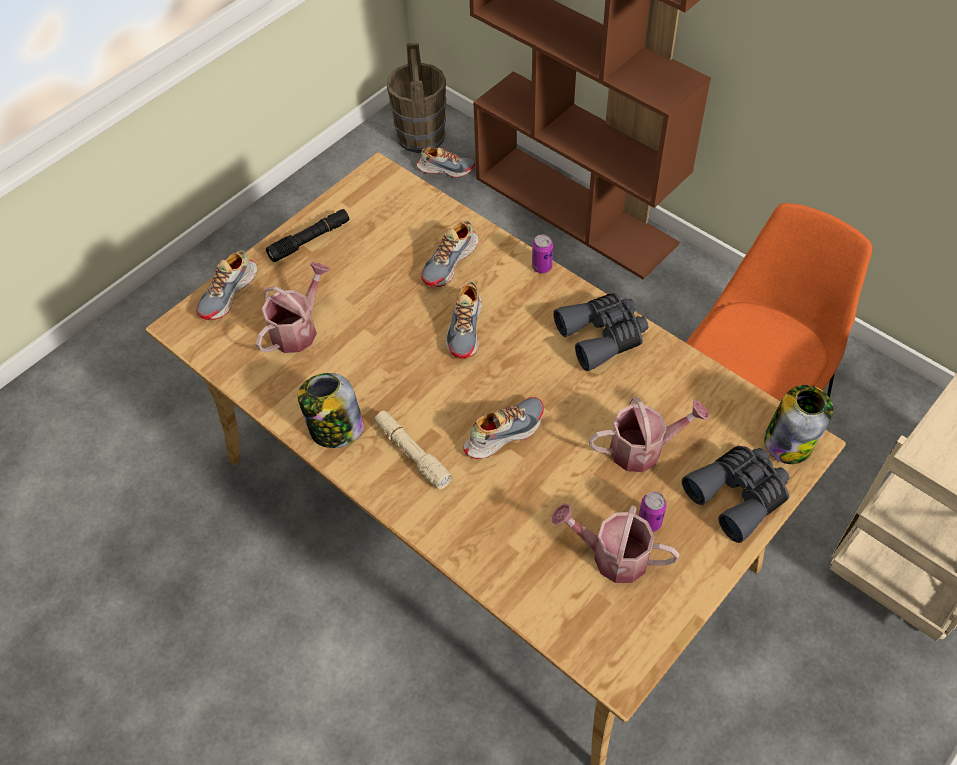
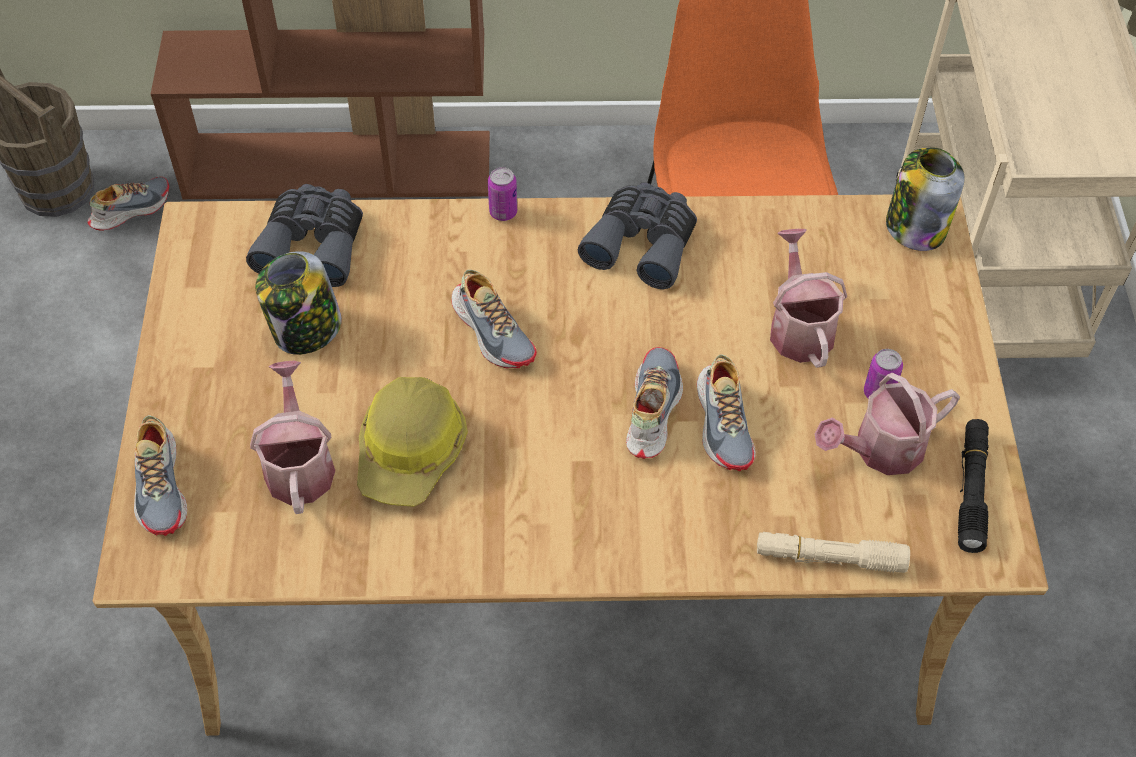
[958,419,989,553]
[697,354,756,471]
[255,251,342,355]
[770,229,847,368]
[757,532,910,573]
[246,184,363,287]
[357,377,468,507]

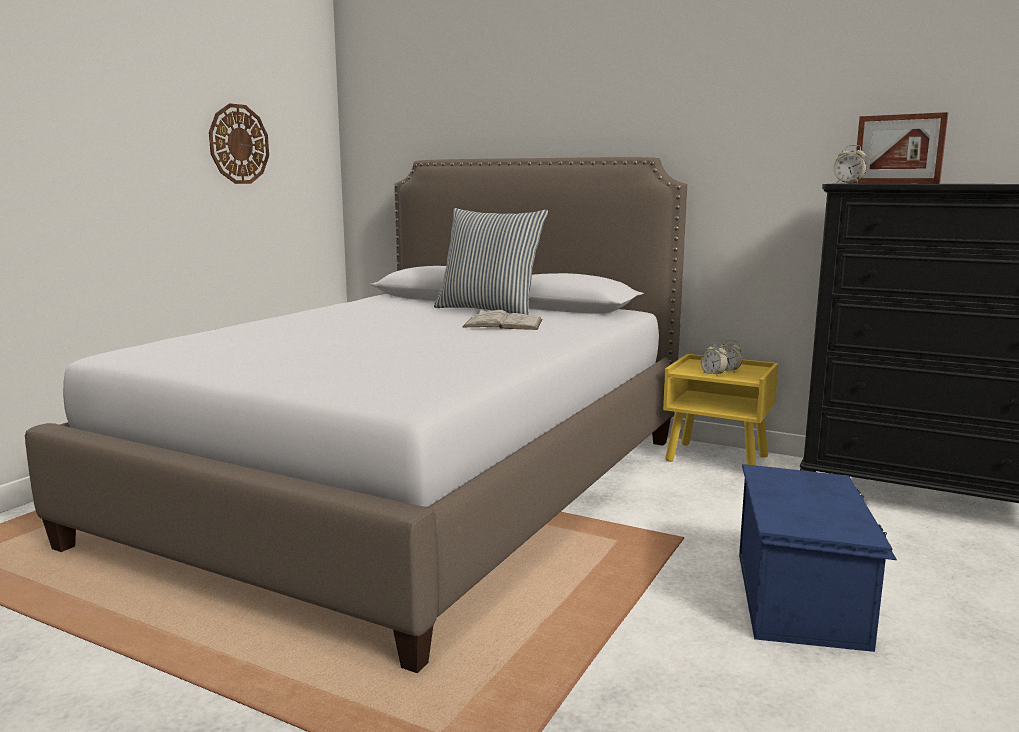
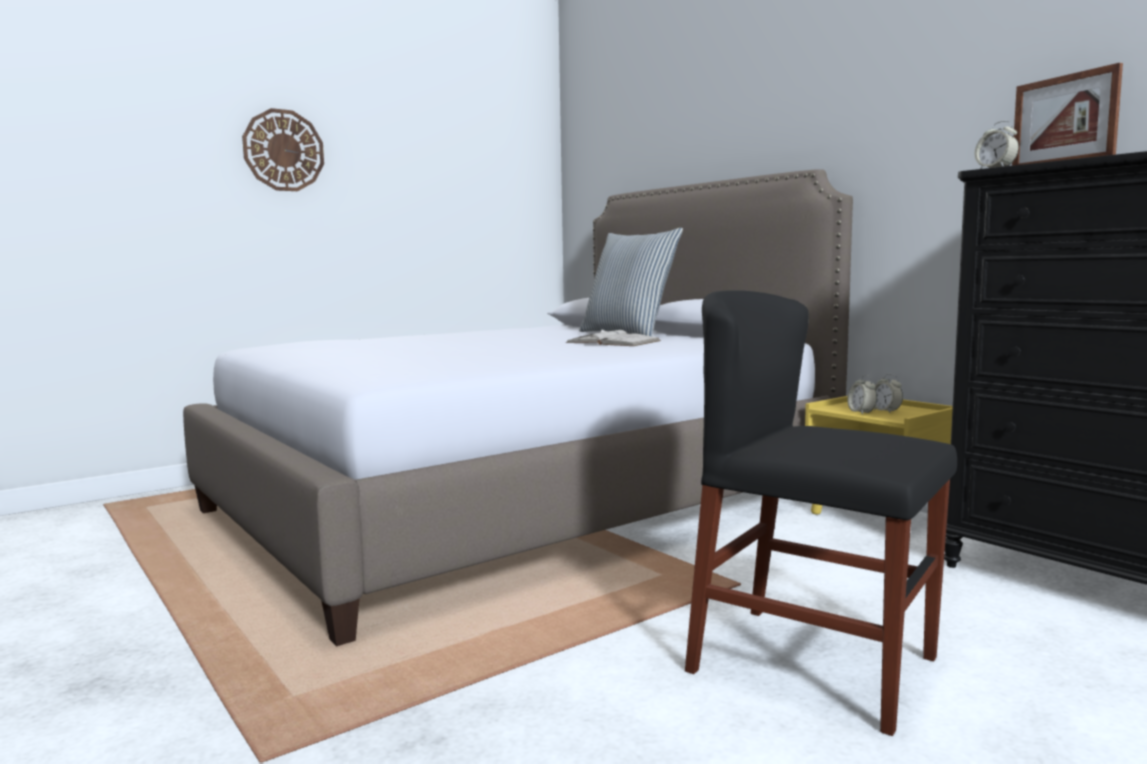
[242,108,324,191]
[685,290,957,736]

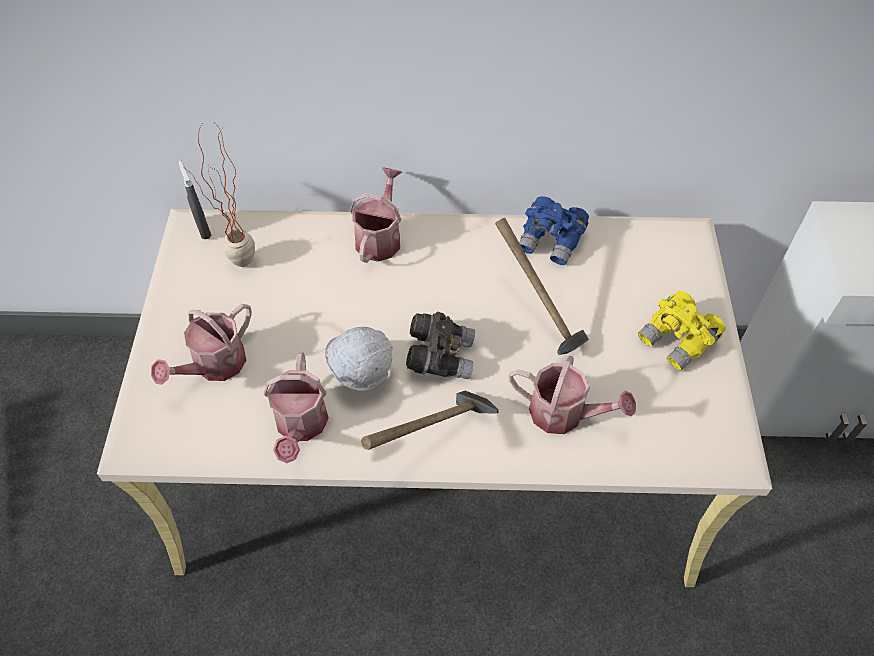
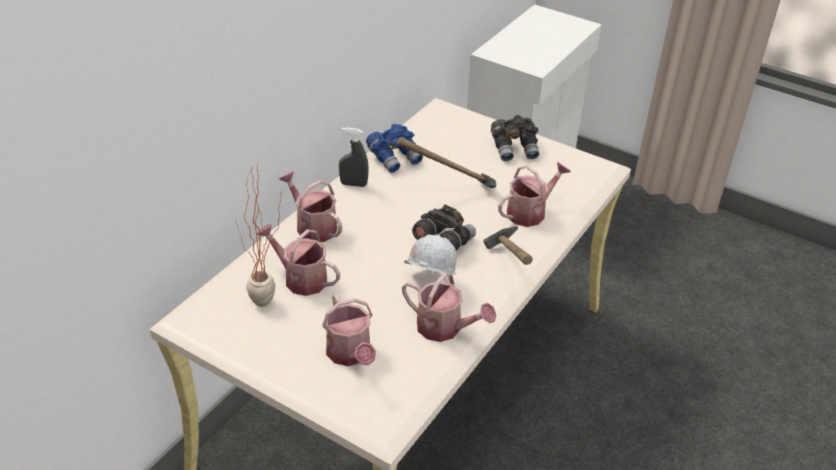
[339,127,369,187]
[491,115,539,161]
[257,224,340,296]

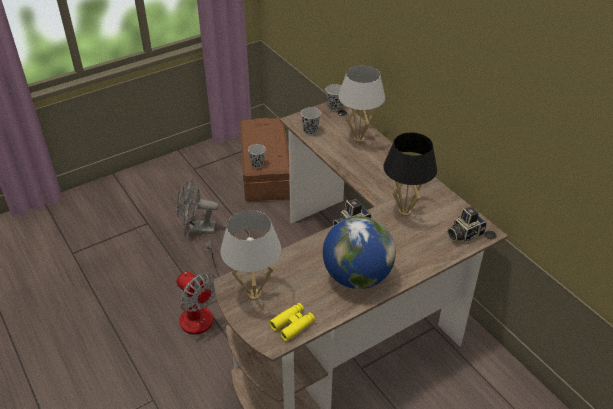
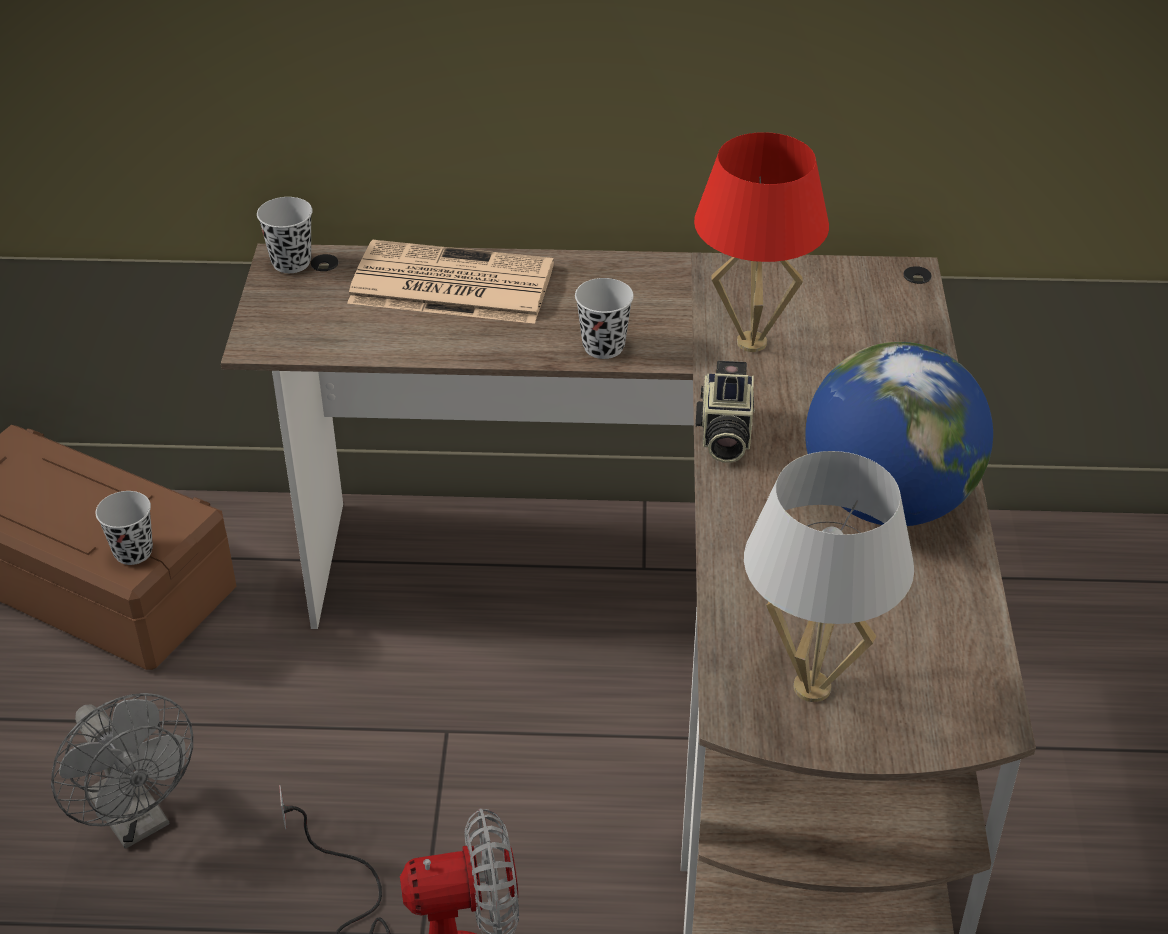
[347,240,554,324]
[575,278,634,359]
[694,132,829,352]
[51,693,193,849]
[447,207,487,243] (first image)
[269,303,315,341] (first image)

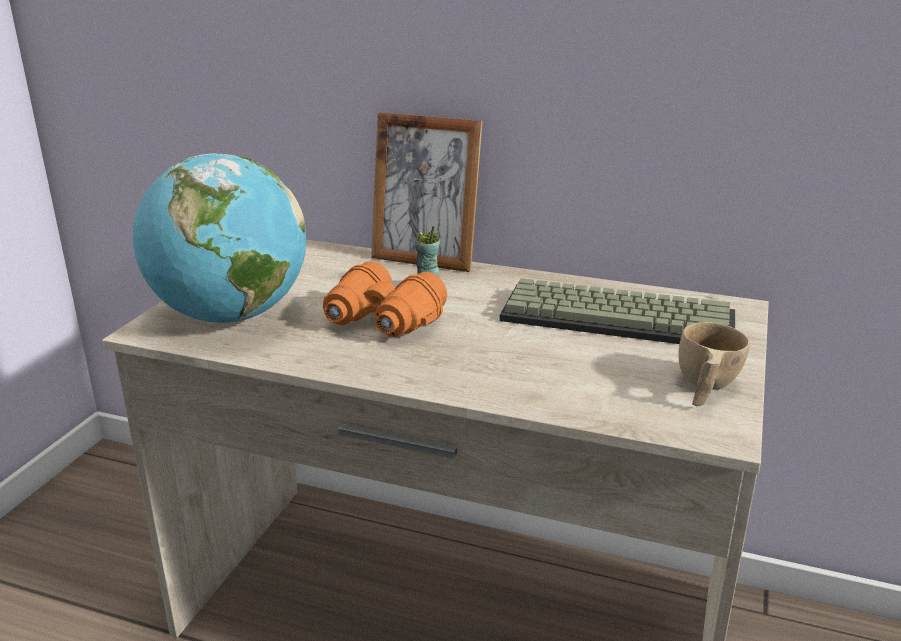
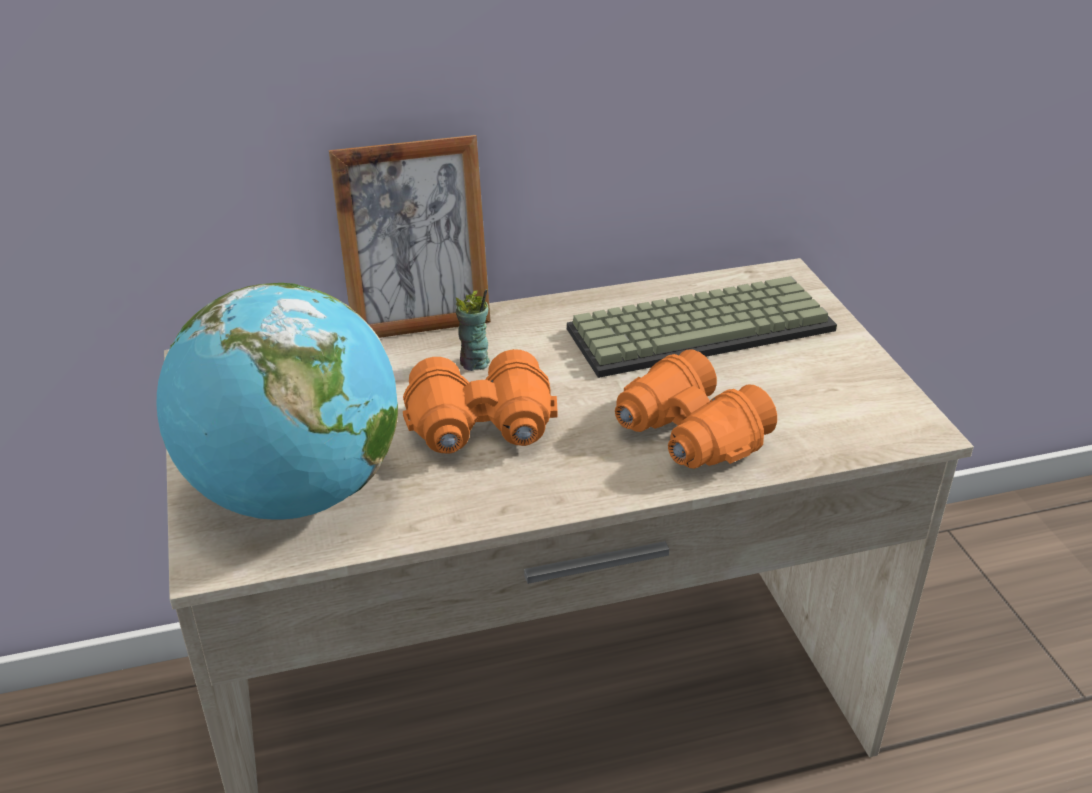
[678,322,750,406] (first image)
[615,350,777,469]

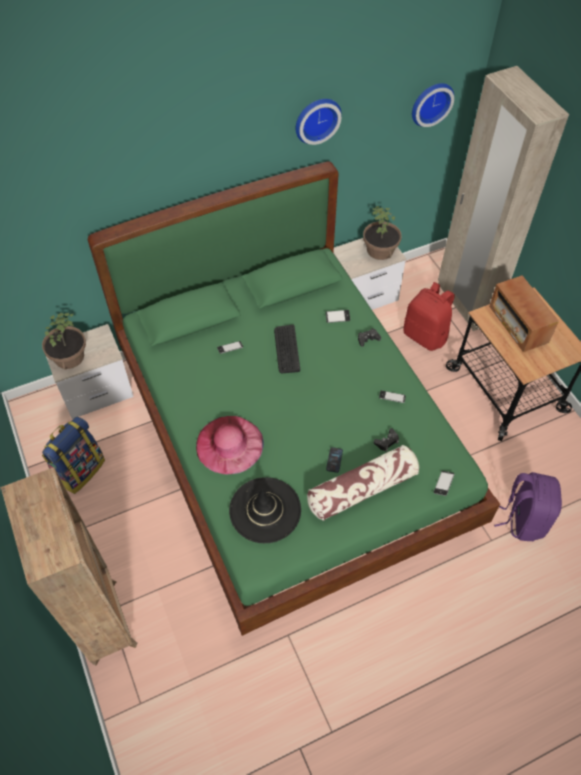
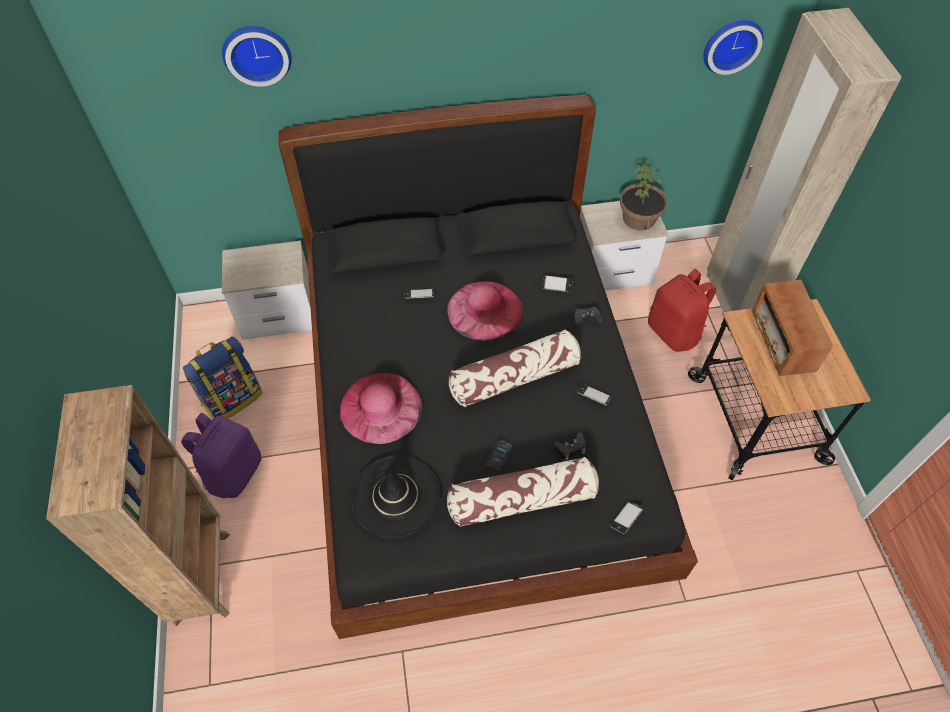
[222,26,292,87]
[278,95,698,639]
[42,313,86,370] (first image)
[447,281,523,341]
[181,413,261,498]
[449,330,581,407]

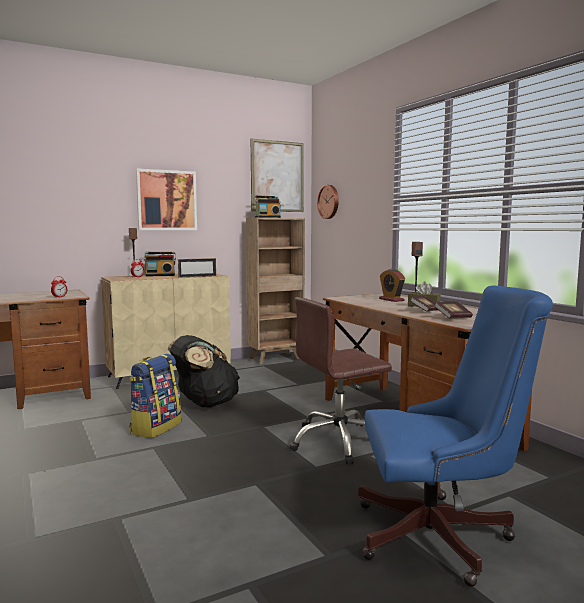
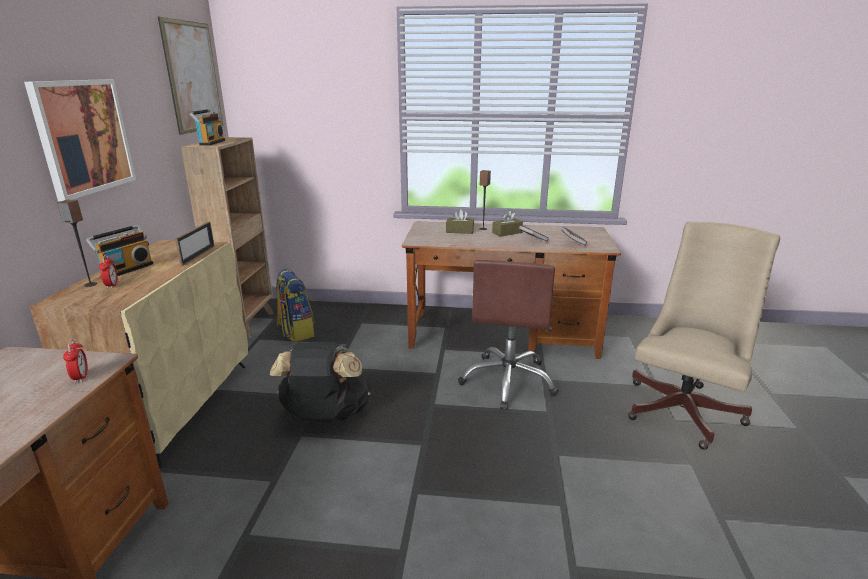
[317,185,339,219] (first image)
[446,209,474,234]
[628,222,780,450]
[276,269,314,342]

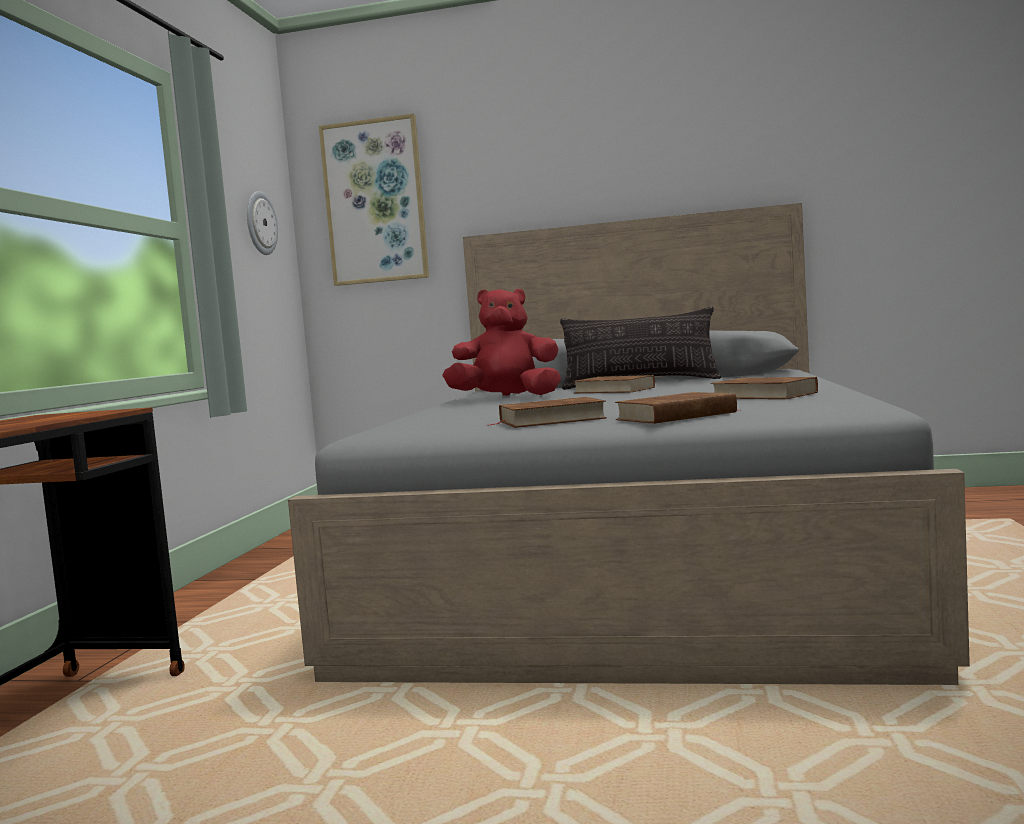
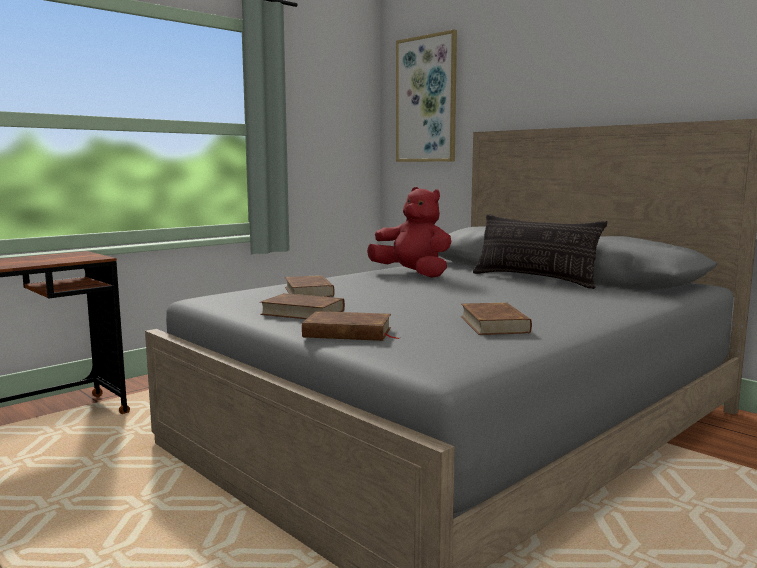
[247,191,278,255] (first image)
[285,275,335,297]

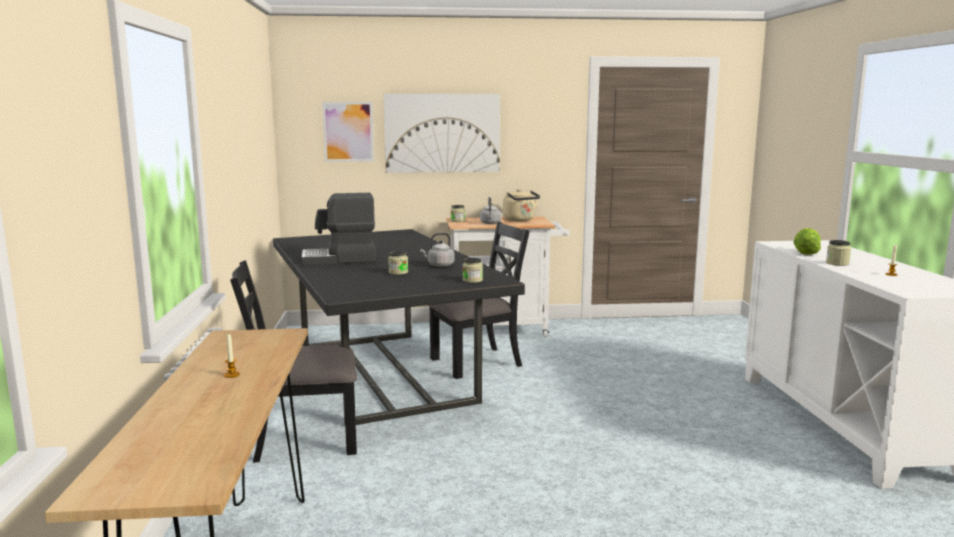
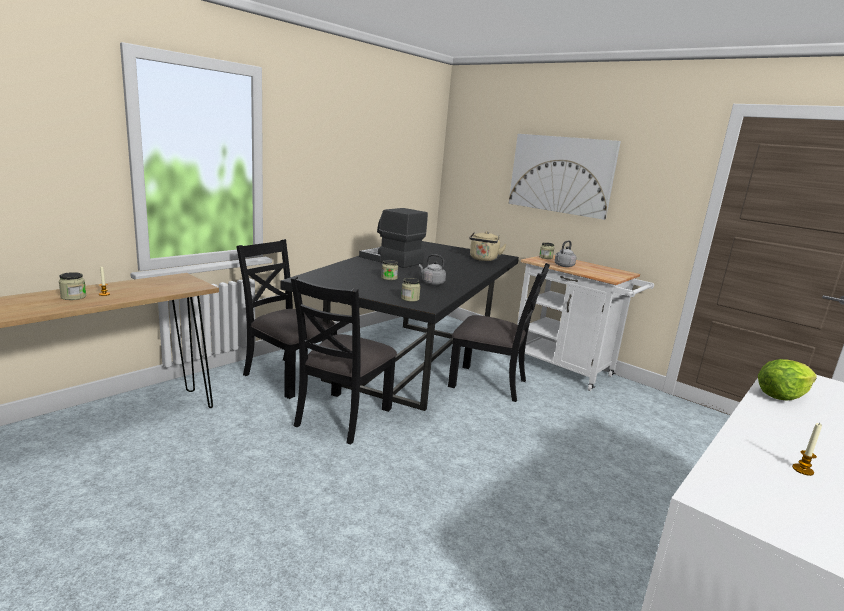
[322,102,374,162] (first image)
[469,231,507,261]
[59,272,87,300]
[291,276,397,445]

